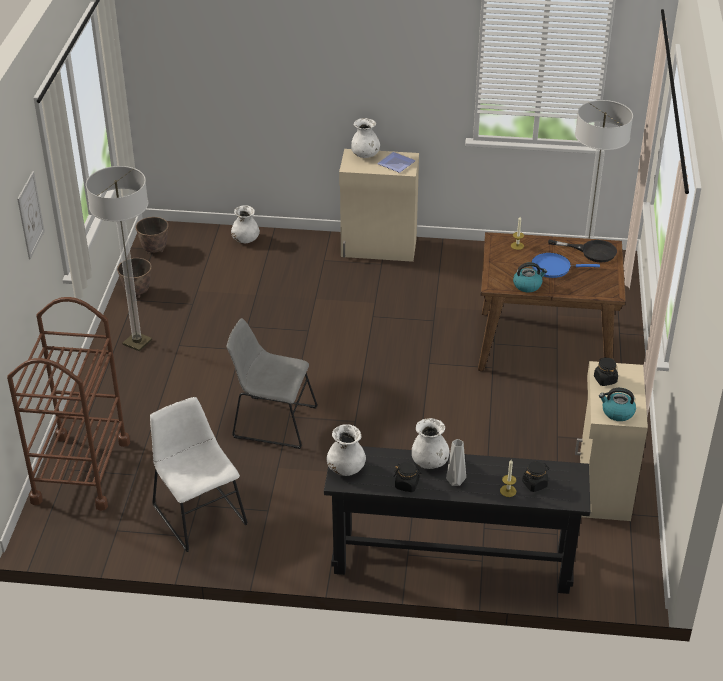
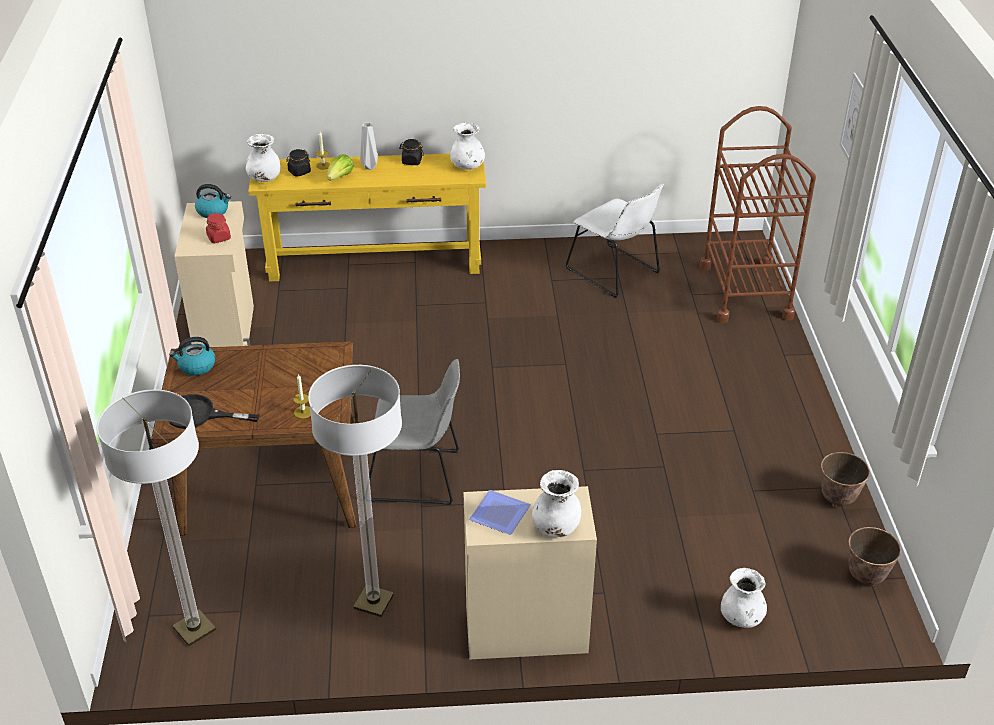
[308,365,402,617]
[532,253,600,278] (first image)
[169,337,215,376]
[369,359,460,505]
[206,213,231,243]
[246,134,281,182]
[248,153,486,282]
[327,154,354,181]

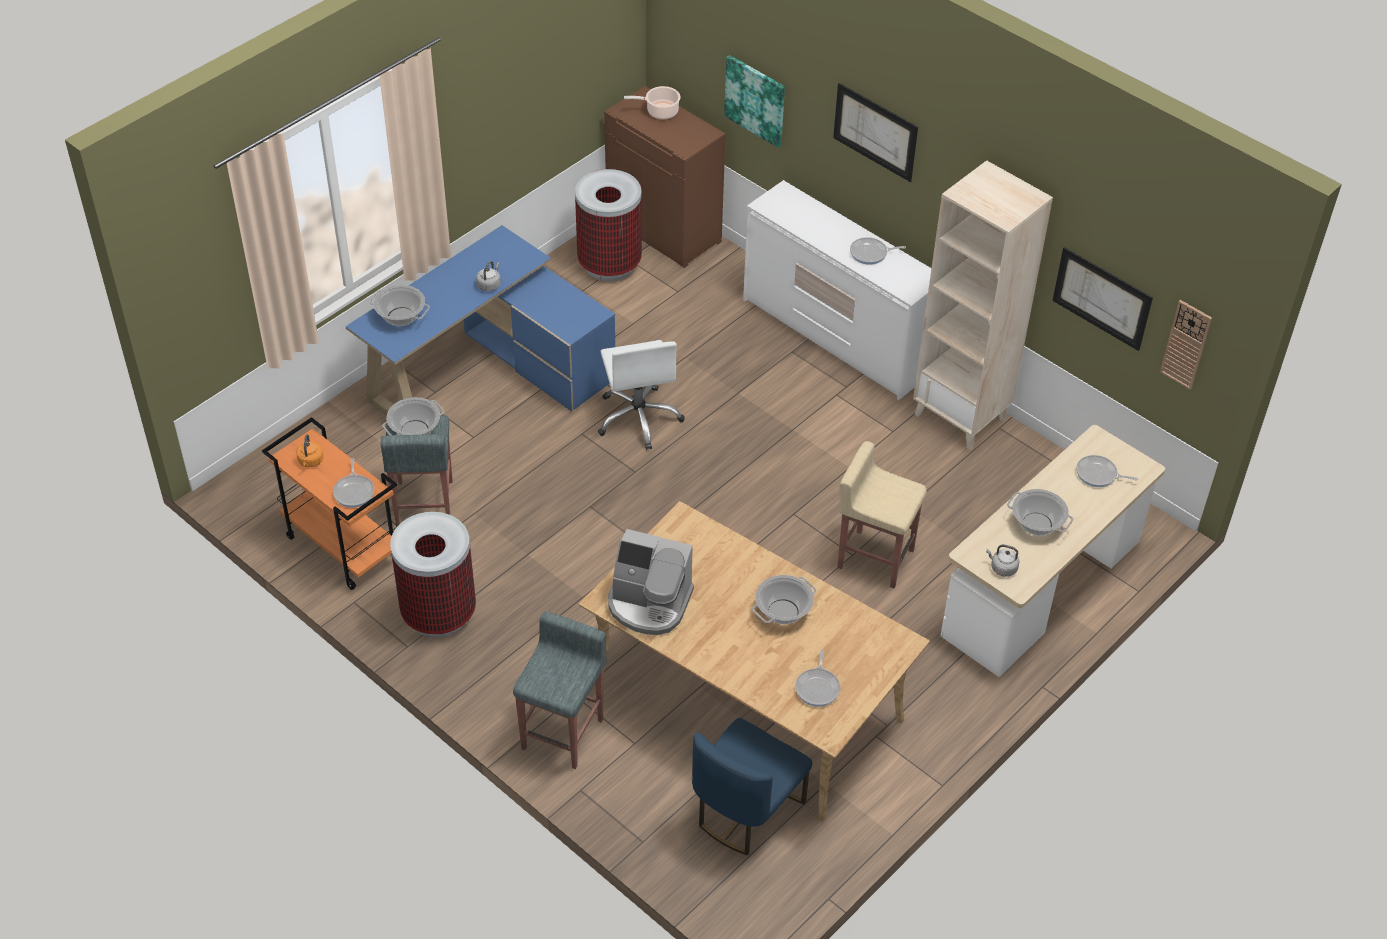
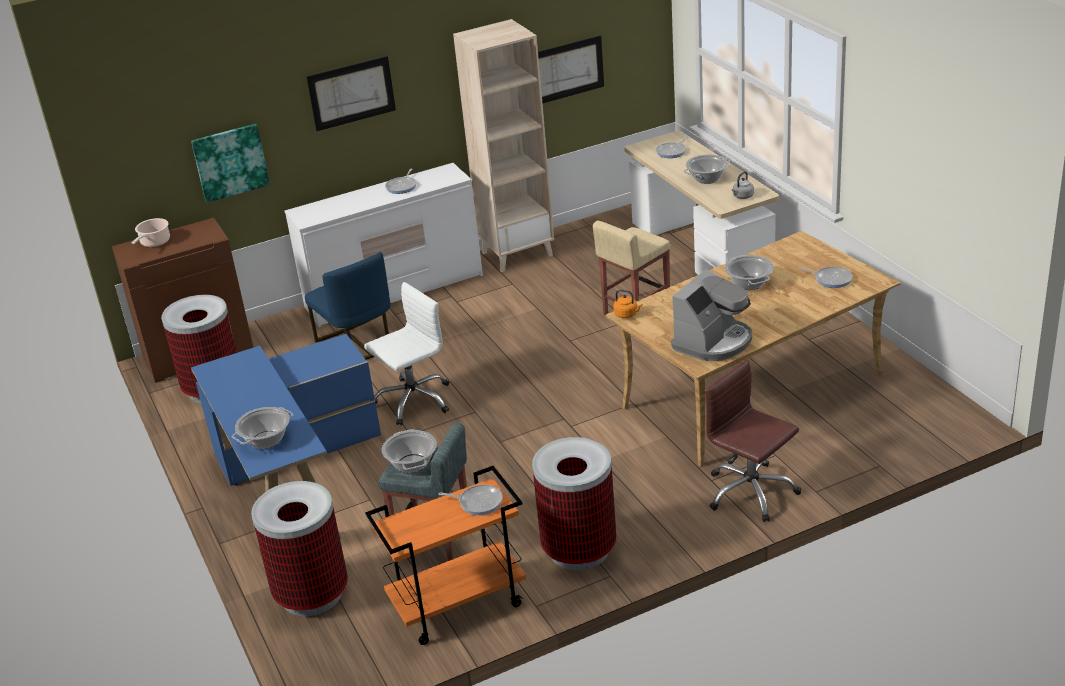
[476,261,501,291] (first image)
[1160,300,1212,390] (first image)
[364,282,449,425]
[613,289,642,318]
[705,359,801,522]
[305,252,391,360]
[251,481,348,616]

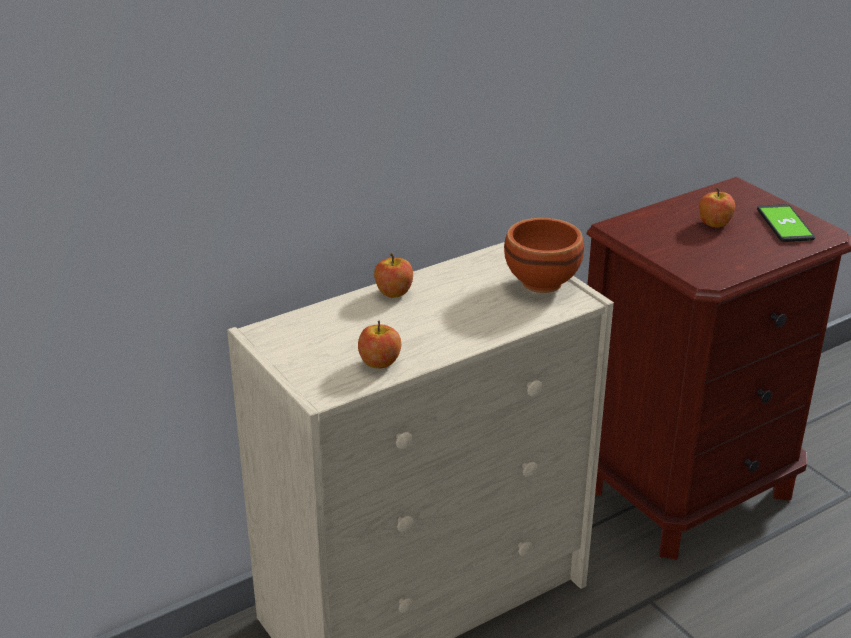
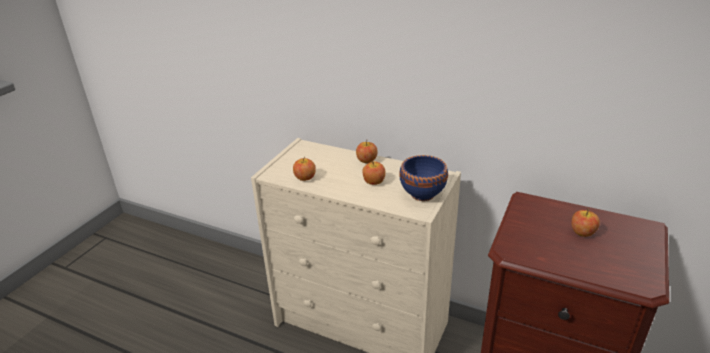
[757,204,815,242] (first image)
[399,155,448,201]
[362,161,385,185]

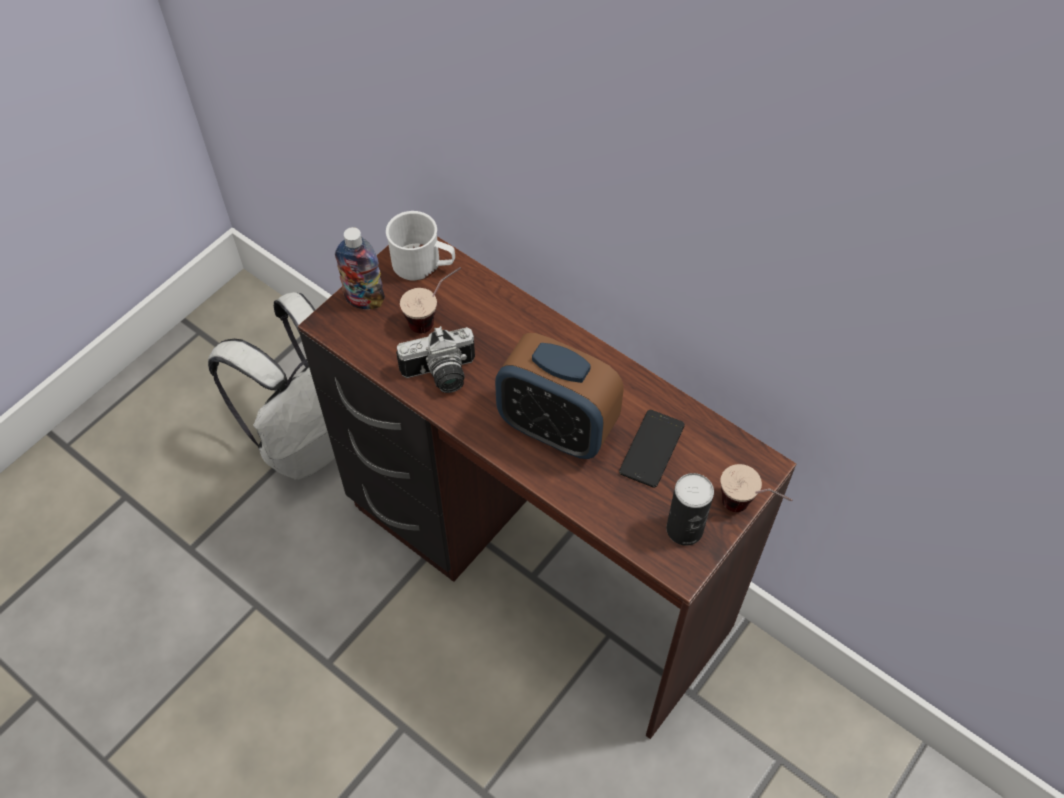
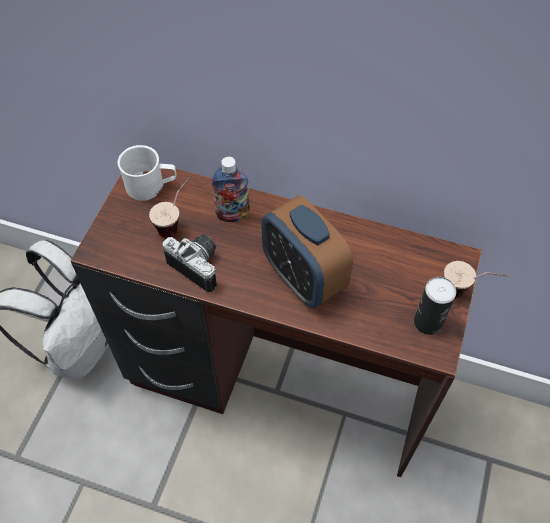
[212,157,250,222]
[163,235,217,292]
[261,196,353,308]
[619,410,685,488] (first image)

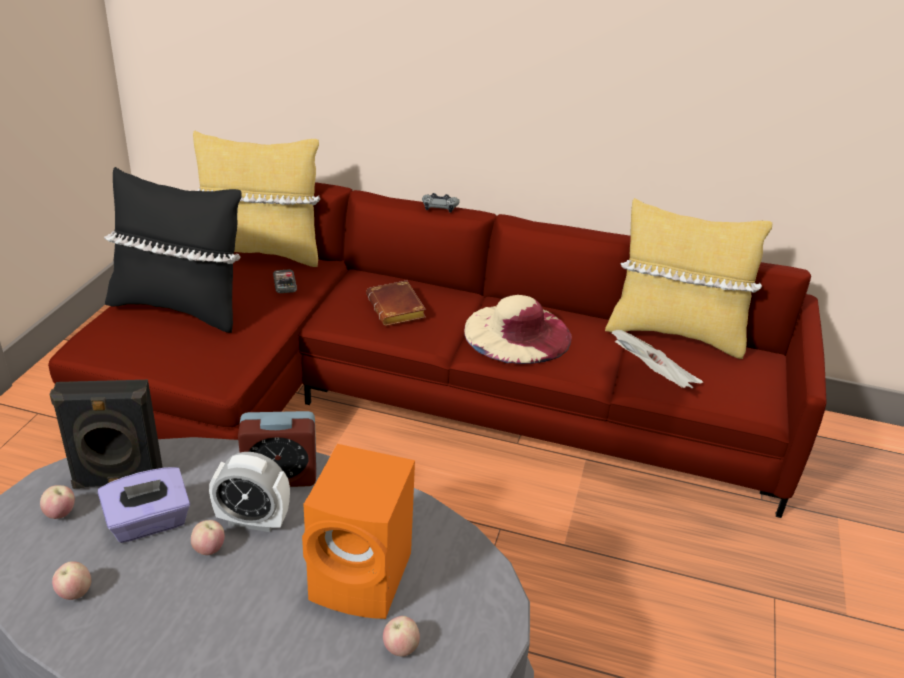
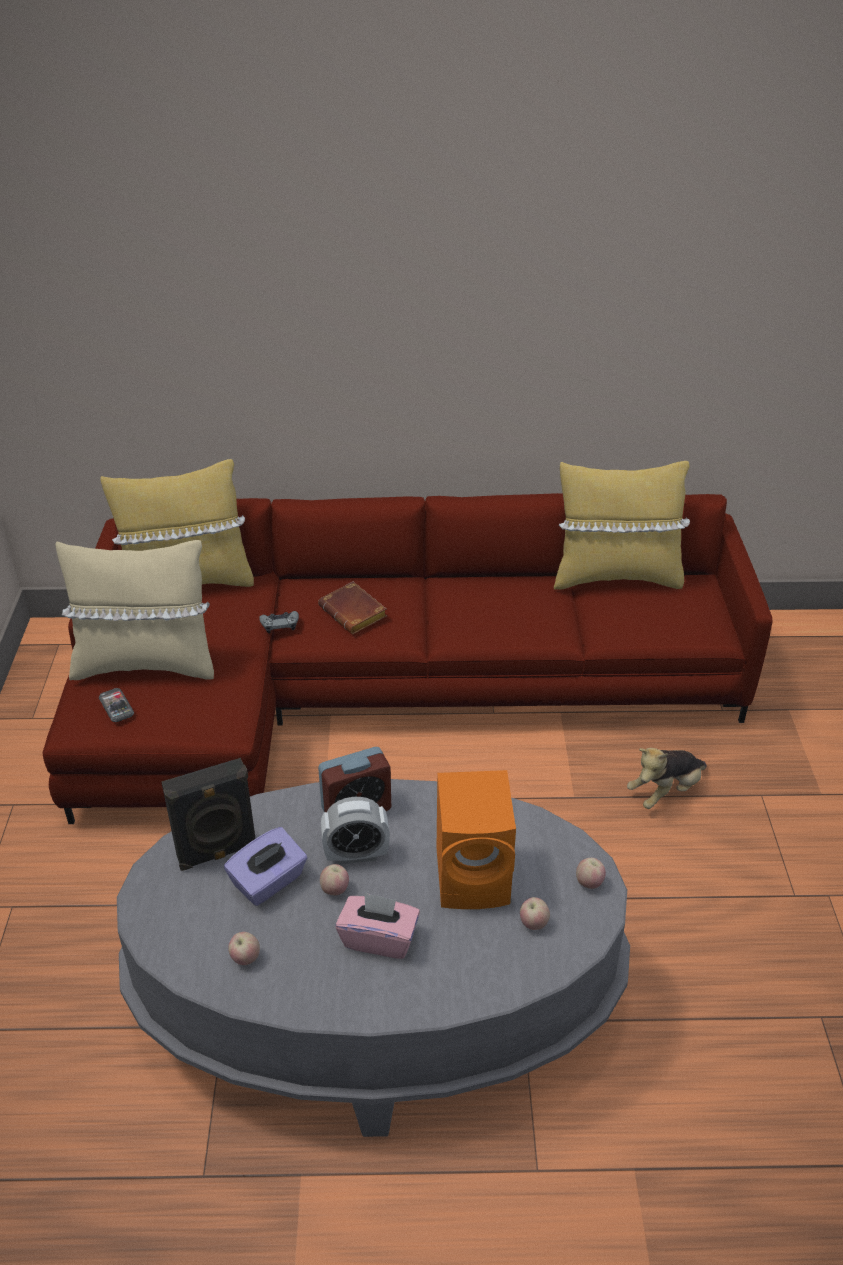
[55,540,214,680]
[259,611,299,633]
[99,688,134,722]
[464,295,572,364] (first image)
[612,330,703,388] (first image)
[576,858,606,889]
[627,748,707,809]
[335,892,420,959]

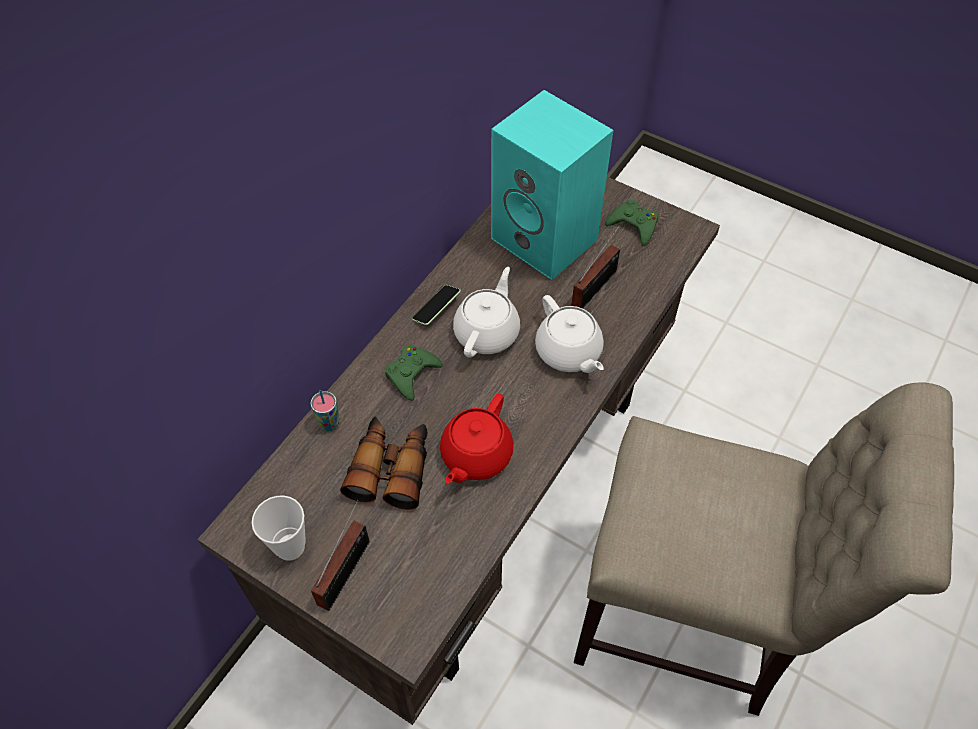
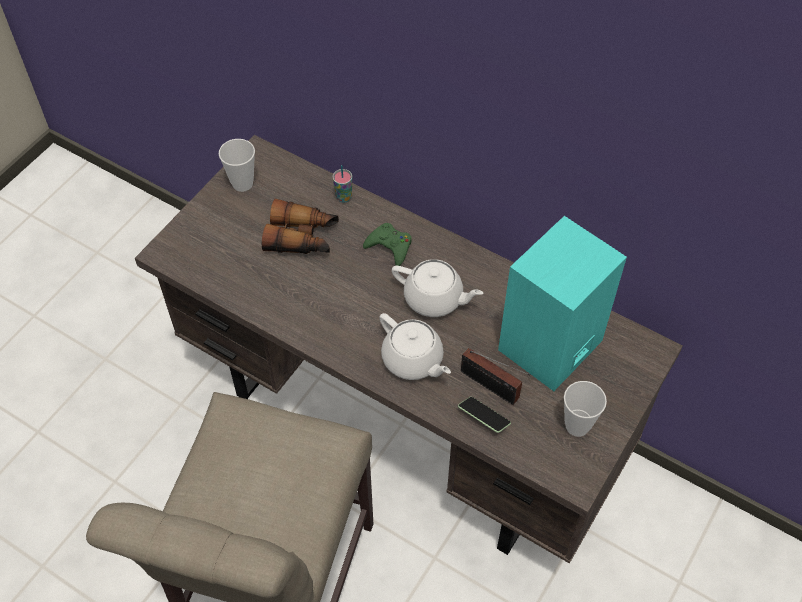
[564,381,607,437]
[458,397,511,433]
[379,313,451,380]
[440,394,514,484] (first image)
[311,499,370,611] (first image)

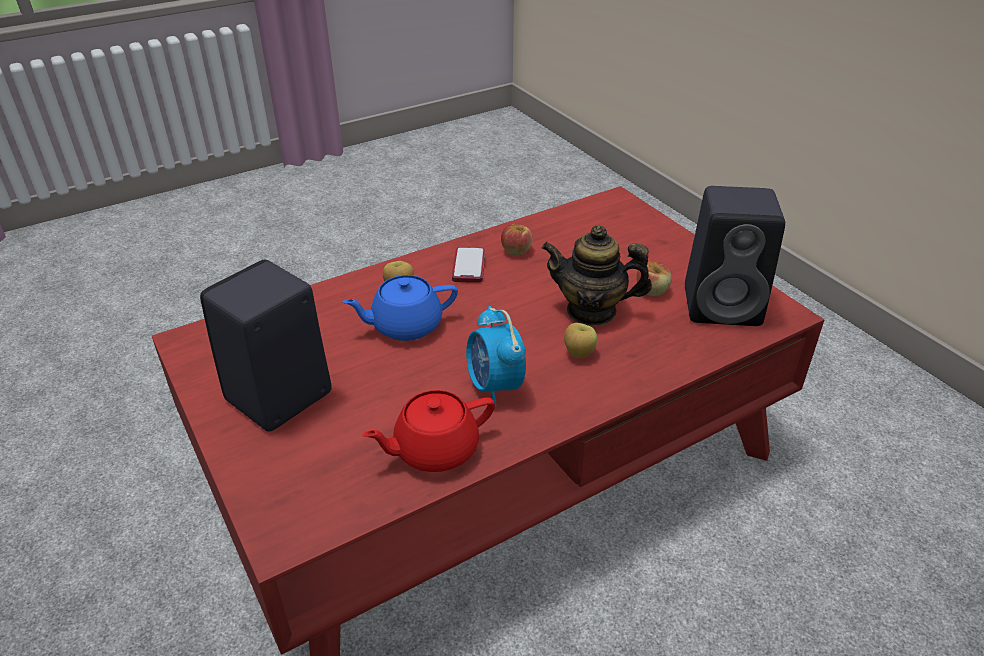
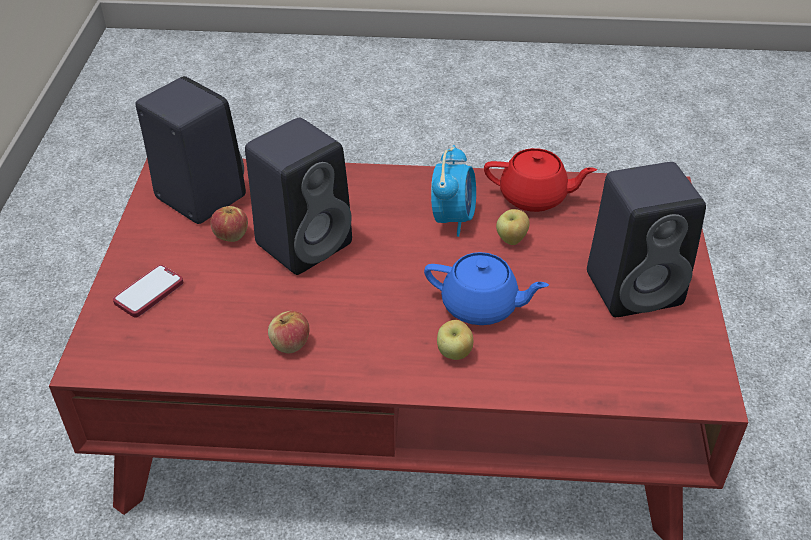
[245,117,352,275]
[113,265,183,318]
[496,209,530,245]

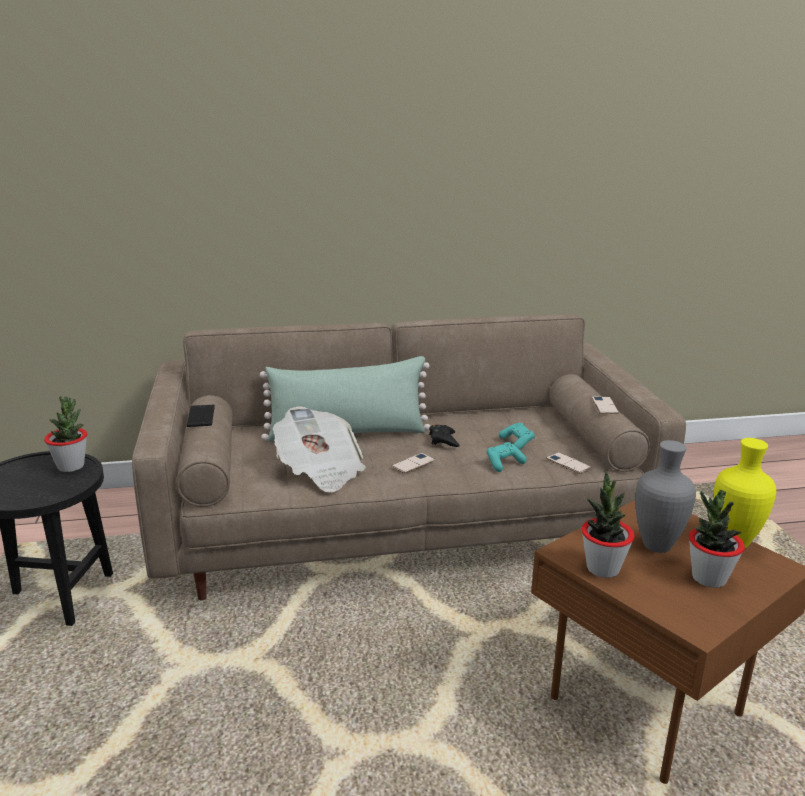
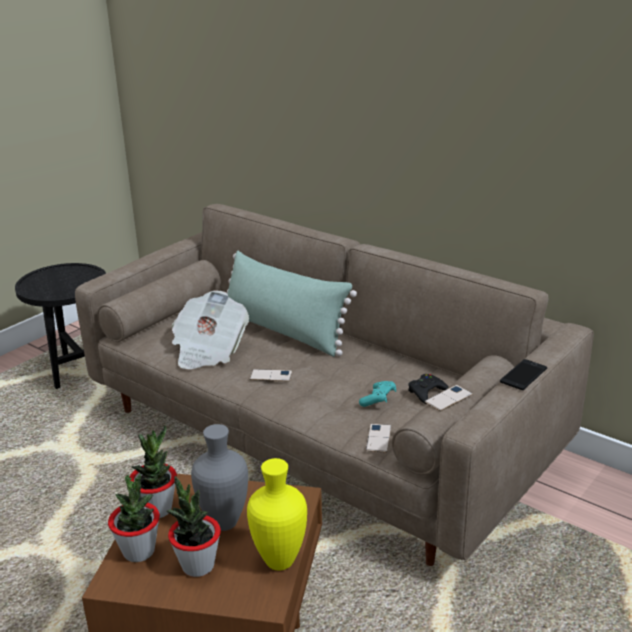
[108,474,160,562]
[500,359,547,390]
[408,374,449,404]
[487,442,527,472] (first image)

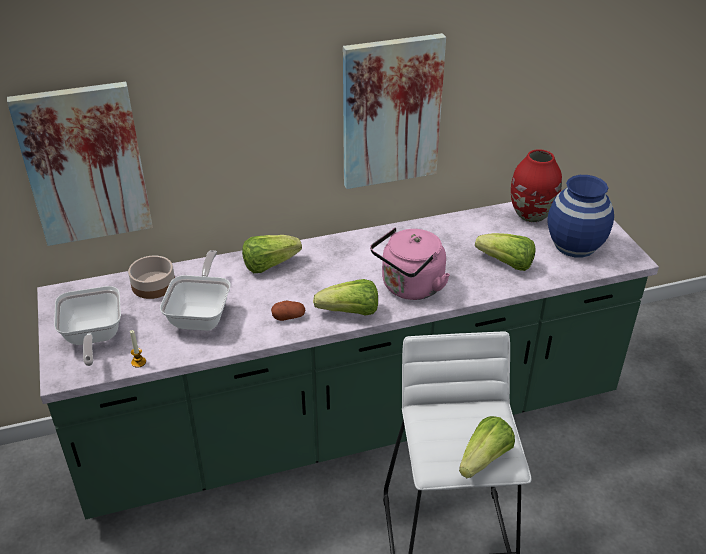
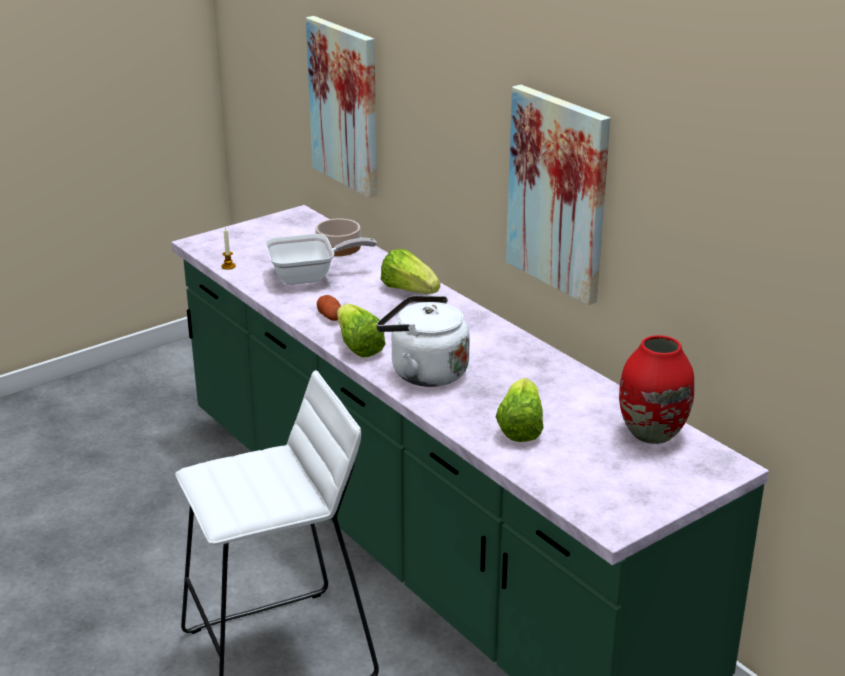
[548,175,614,257] (first image)
[376,296,470,387]
[54,286,121,366] (first image)
[459,416,515,478] (first image)

